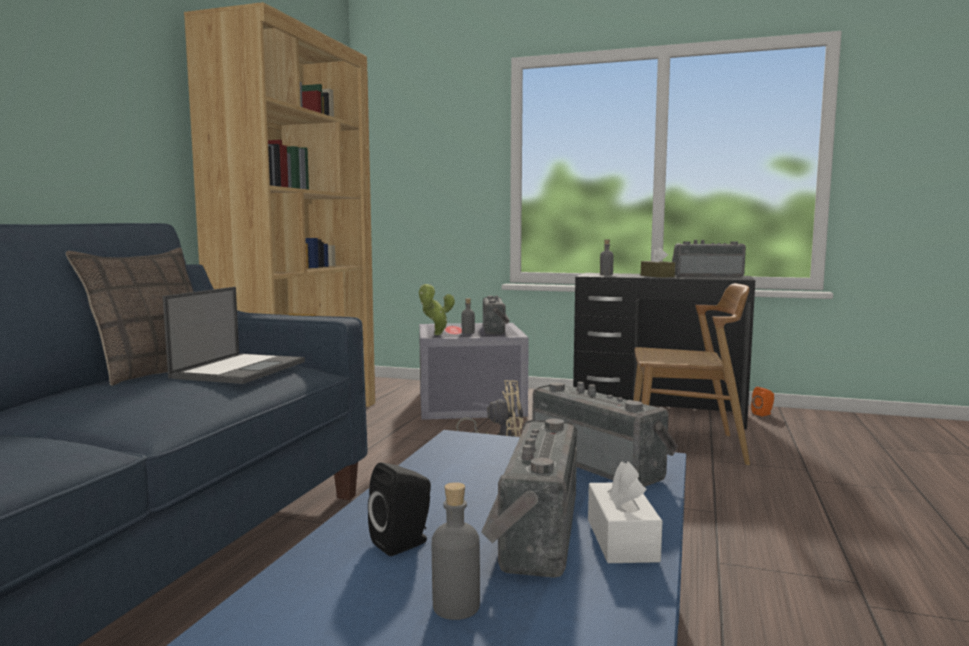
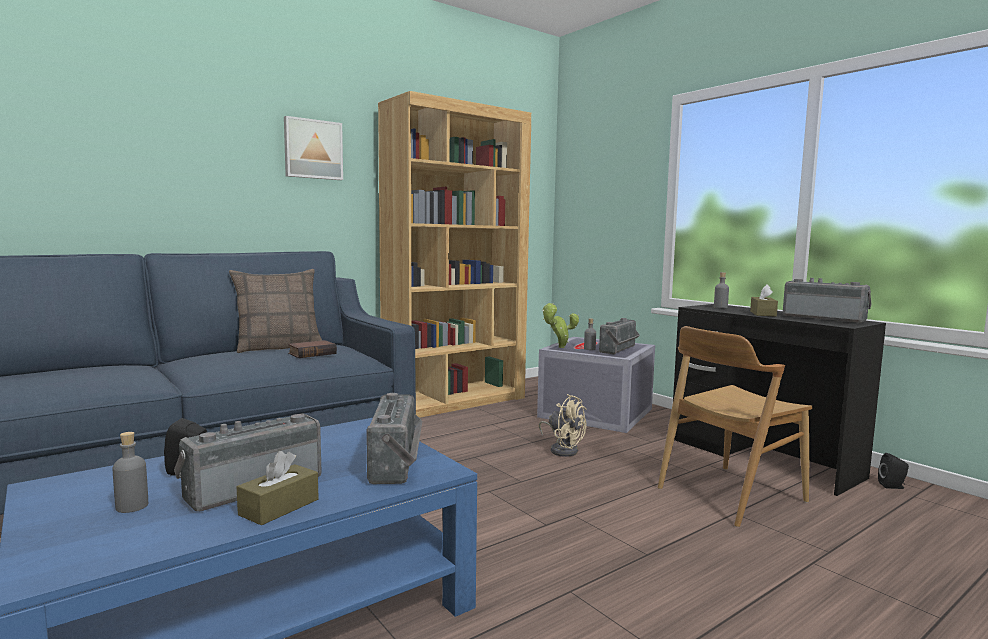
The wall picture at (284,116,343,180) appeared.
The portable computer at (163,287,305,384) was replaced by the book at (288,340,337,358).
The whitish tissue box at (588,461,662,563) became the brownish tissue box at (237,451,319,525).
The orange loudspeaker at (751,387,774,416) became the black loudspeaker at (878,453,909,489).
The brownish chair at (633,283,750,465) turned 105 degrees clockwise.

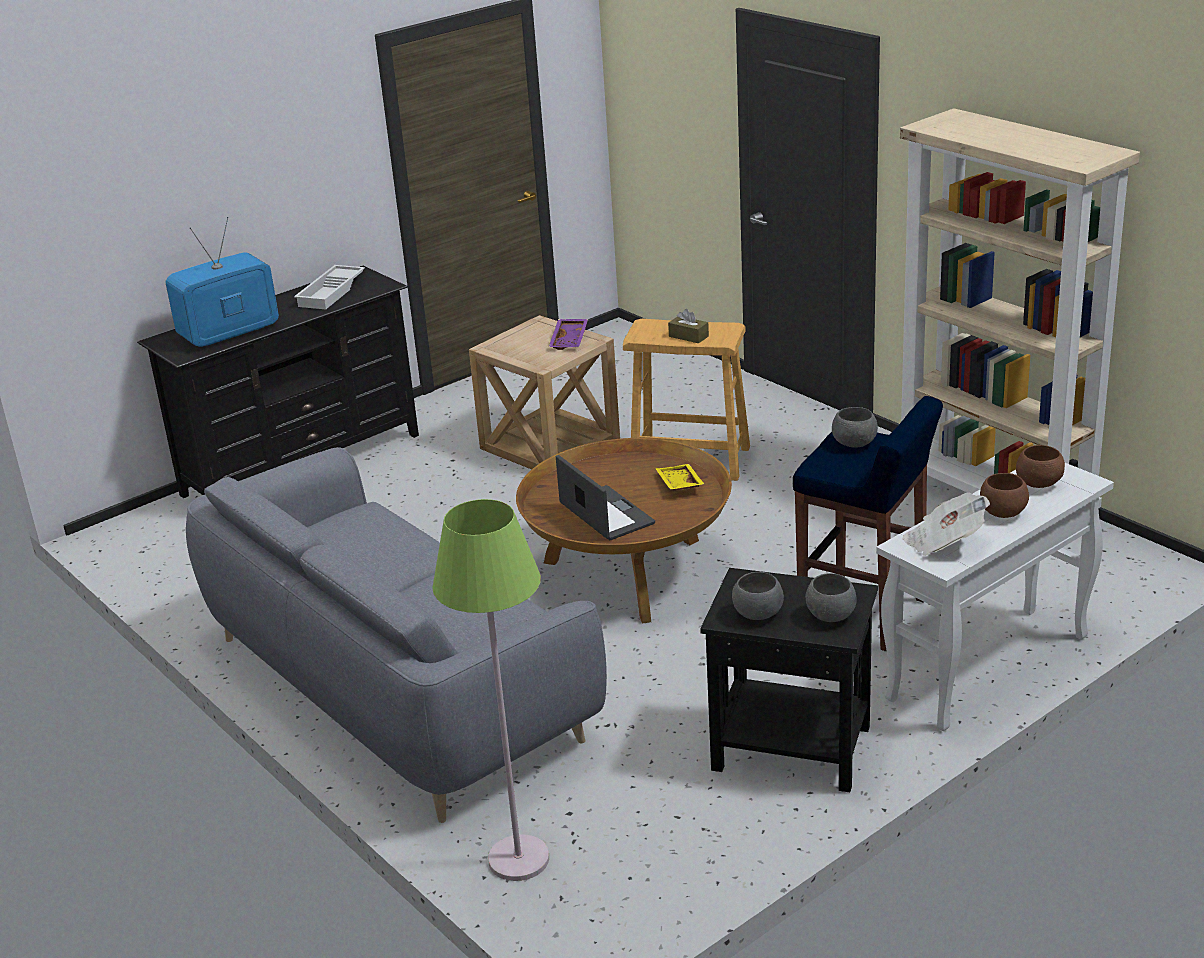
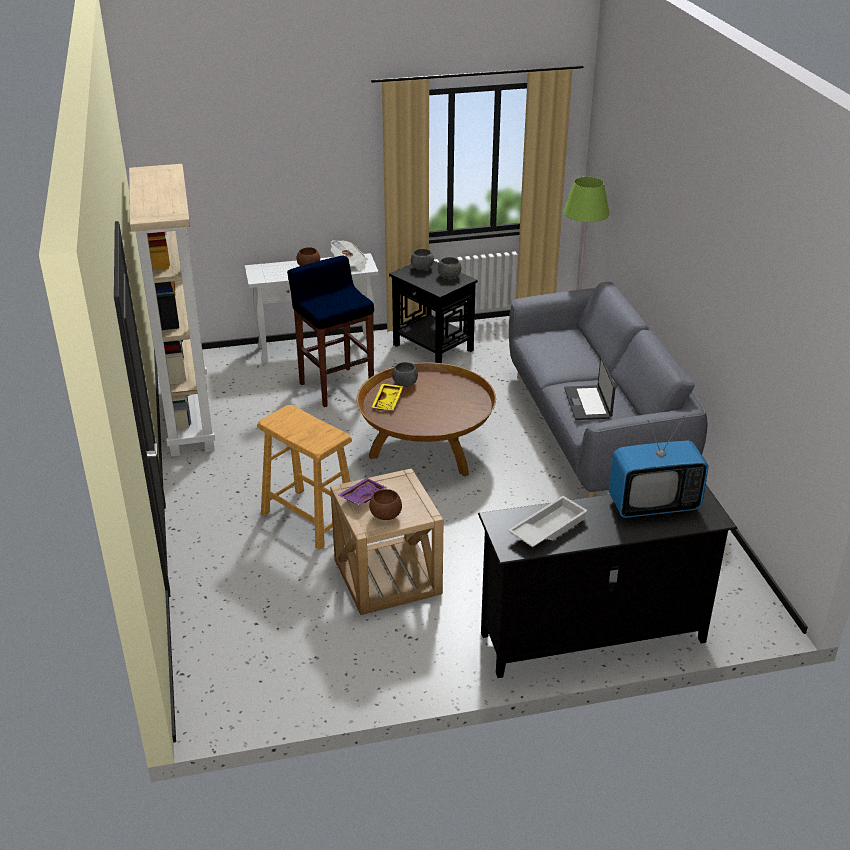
The brownish tissue box at (668,309,709,343) disappeared.
The portable computer moved from (556,455,655,540) to (564,356,616,420).
The greyish bowl moved from (832,407,878,448) to (392,362,418,387).
The brownish bowl moved from (1016,445,1065,488) to (369,489,402,520).

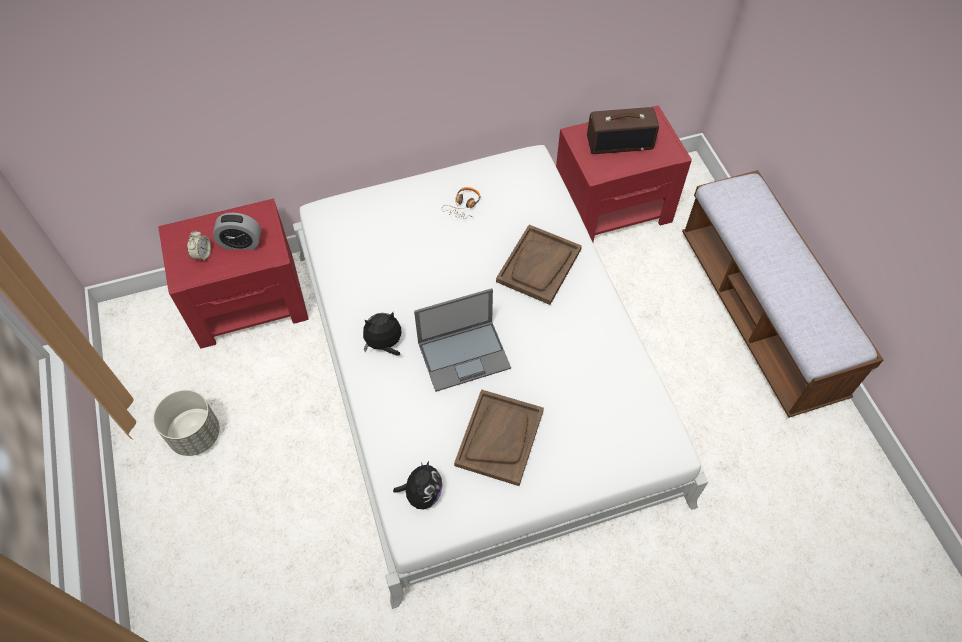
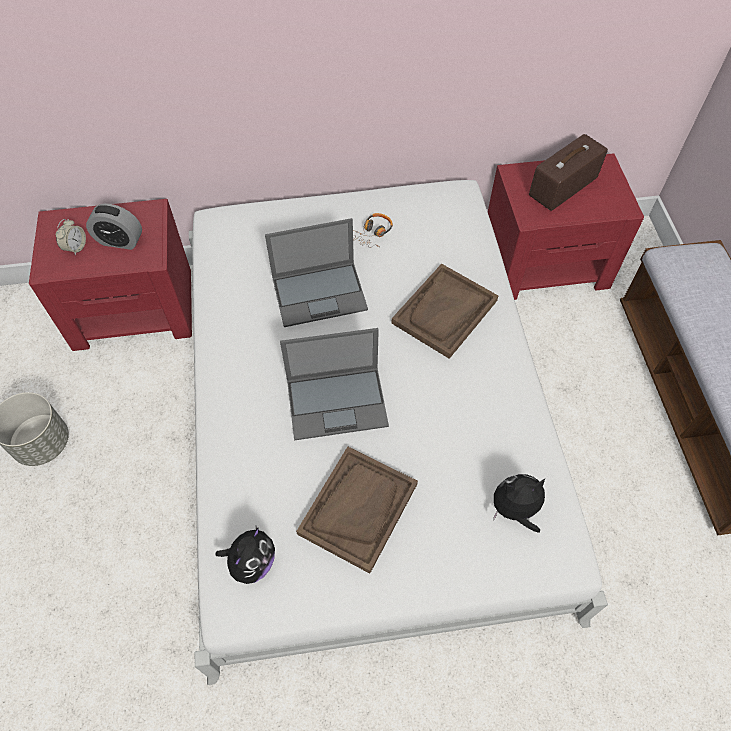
The portable computer at (265,218,368,327) appeared.
The cuddly toy moved from (363,312,401,355) to (493,474,545,533).
The radio at (587,107,659,154) turned 135 degrees clockwise.

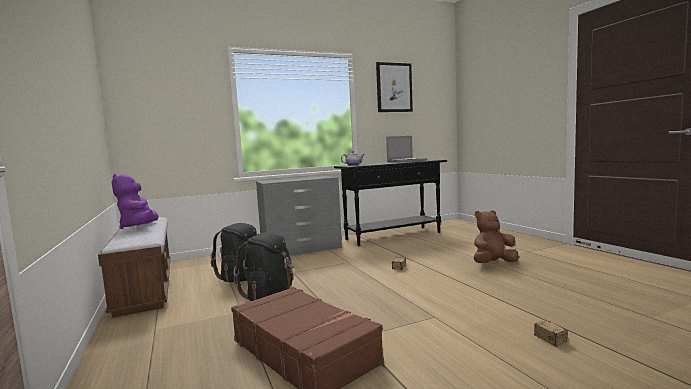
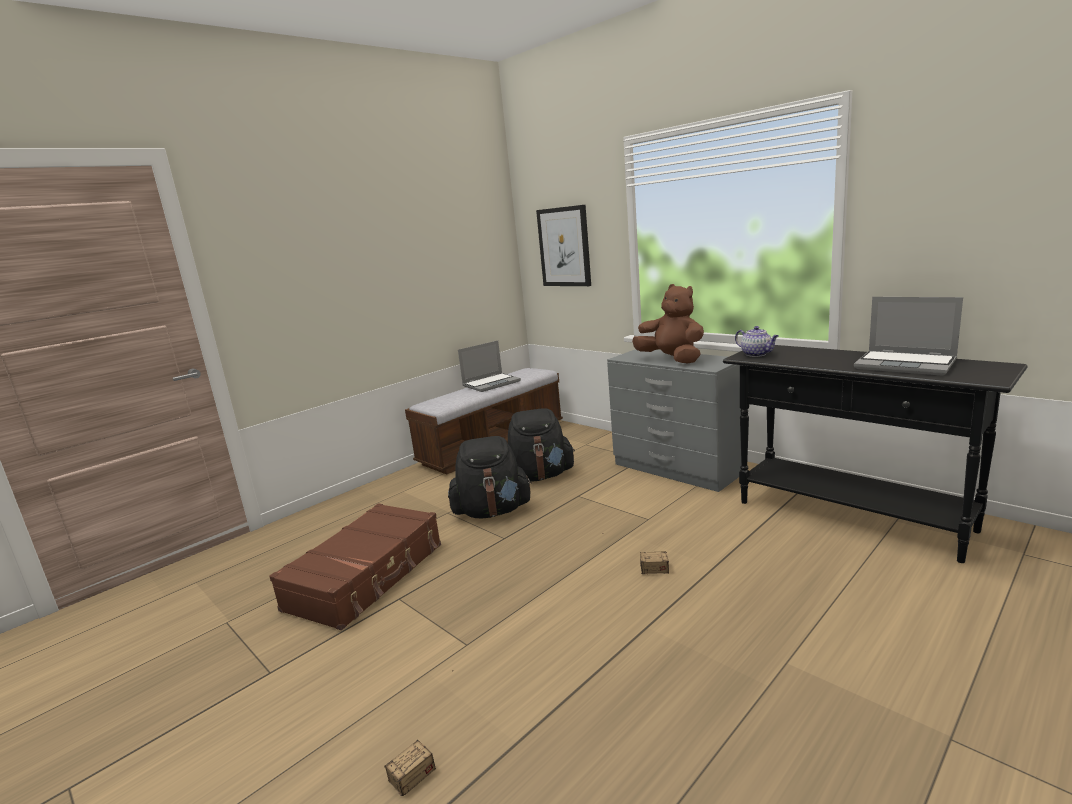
The wall picture moved from (376,62,413,112) to (536,205,591,286).
The brownish cuddly toy moved from (473,210,519,263) to (632,284,704,364).
The purple cuddly toy at (111,174,158,229) was replaced by the portable computer at (458,341,521,392).

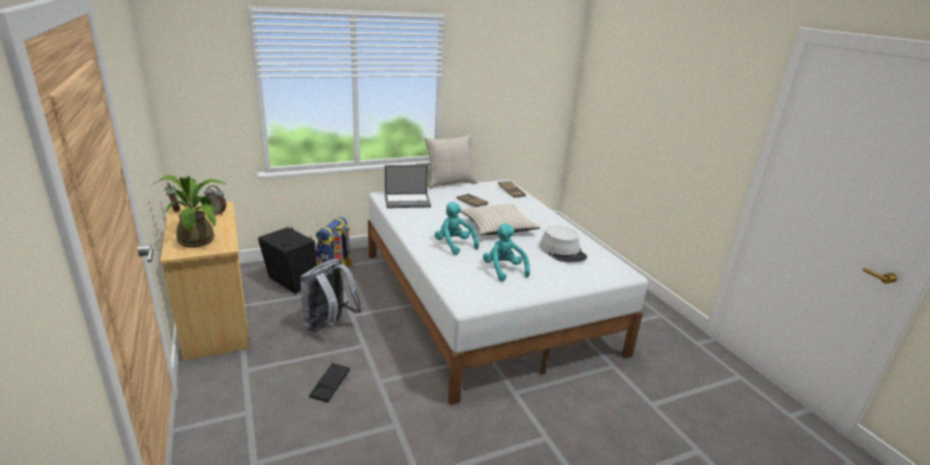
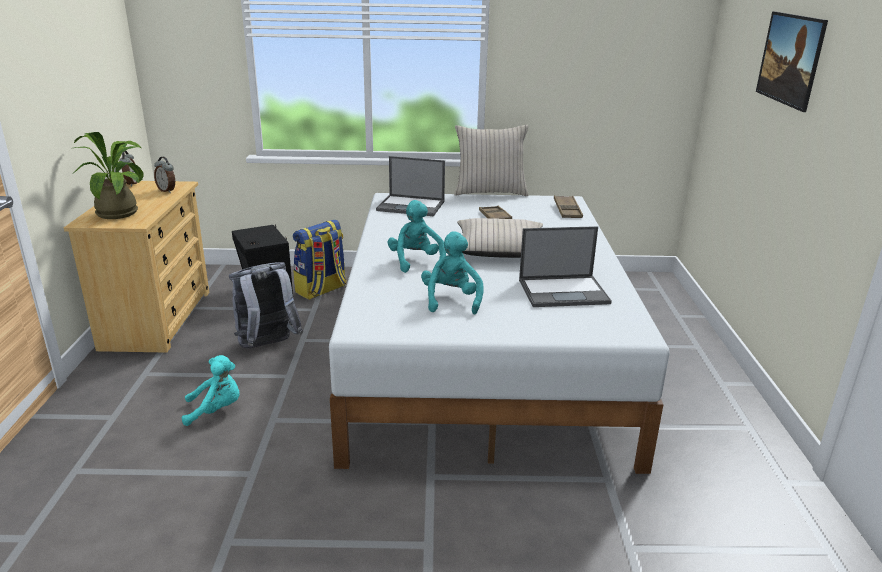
The wall picture at (756,11,828,112) appeared.
The black serving tray at (309,363,350,402) was replaced by the blue-green cuddly toy at (182,355,240,426).
The greyish hat at (540,226,587,262) was replaced by the portable computer at (519,226,612,307).

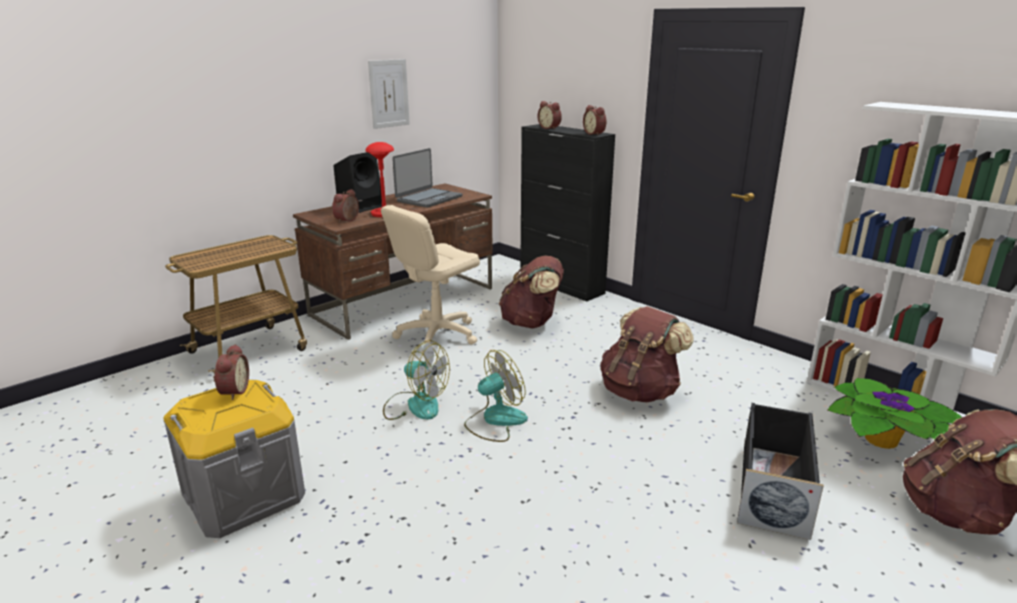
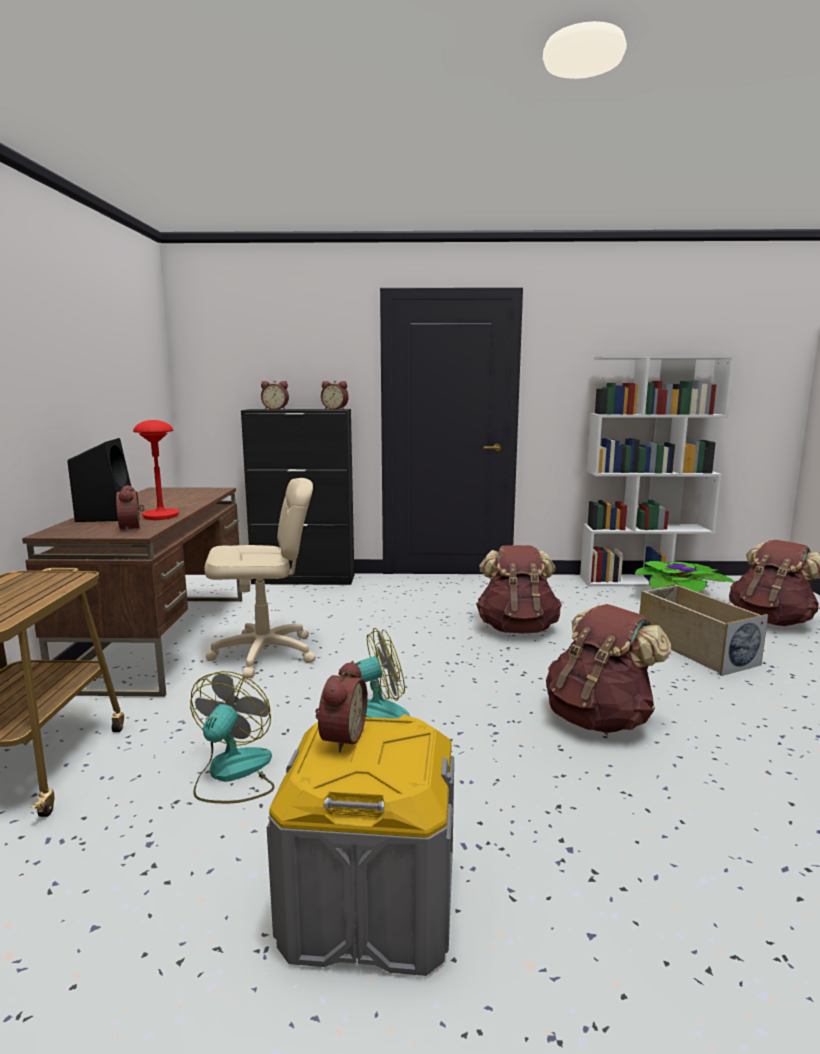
The wall picture at (368,59,410,129) disappeared.
The portable computer at (392,148,463,208) disappeared.
The cooling fan moved from (464,350,528,442) to (190,671,275,803).
The brownish rucksack moved from (499,256,564,329) to (546,604,671,733).
The black storage bin at (737,403,823,540) became the sand-coloured storage bin at (639,585,768,676).
The bedside clock at (213,344,249,400) turned 60 degrees clockwise.
The sand-coloured computer chair at (381,205,480,353) turned 105 degrees counterclockwise.

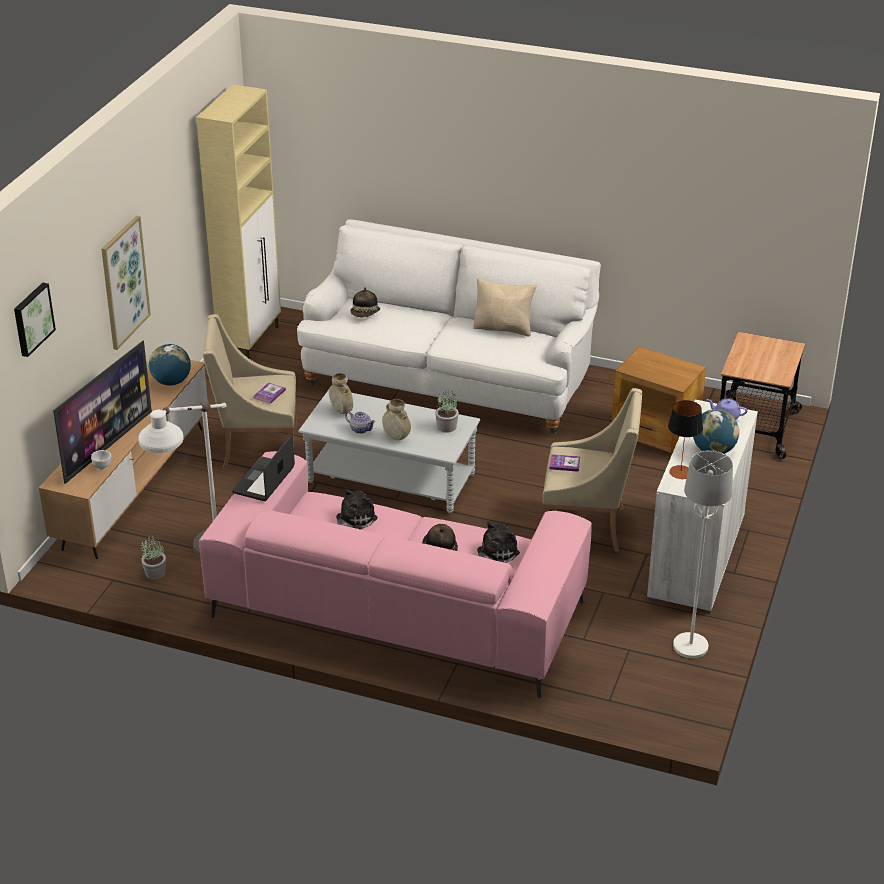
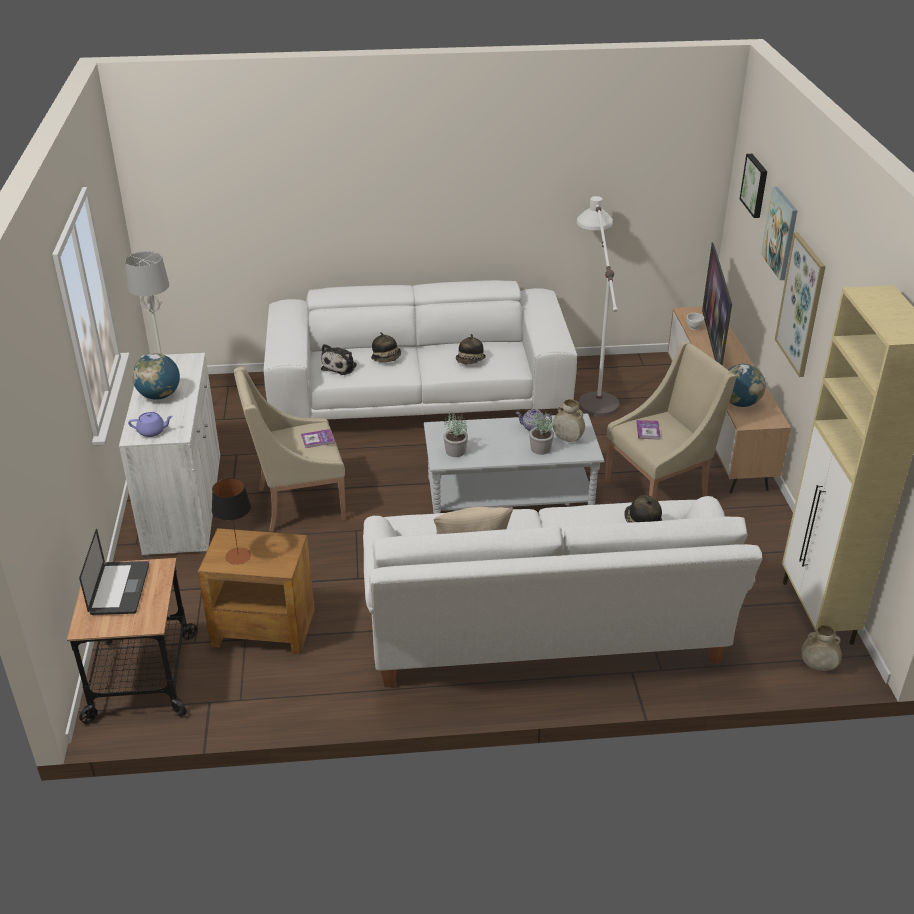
The wall picture at (761,187,797,280) appeared.
The potted plant moved from (141,536,166,580) to (529,412,554,455).
The portable computer moved from (232,434,295,501) to (79,529,149,615).
The sand-coloured flower vase moved from (382,399,411,440) to (801,625,842,671).
The table lamp moved from (668,400,703,479) to (212,478,251,565).
The cuddly toy at (336,489,377,530) was replaced by the hat at (456,334,486,364).
The pinkish sofa at (199,451,592,699) became the whitish sofa at (264,280,577,420).

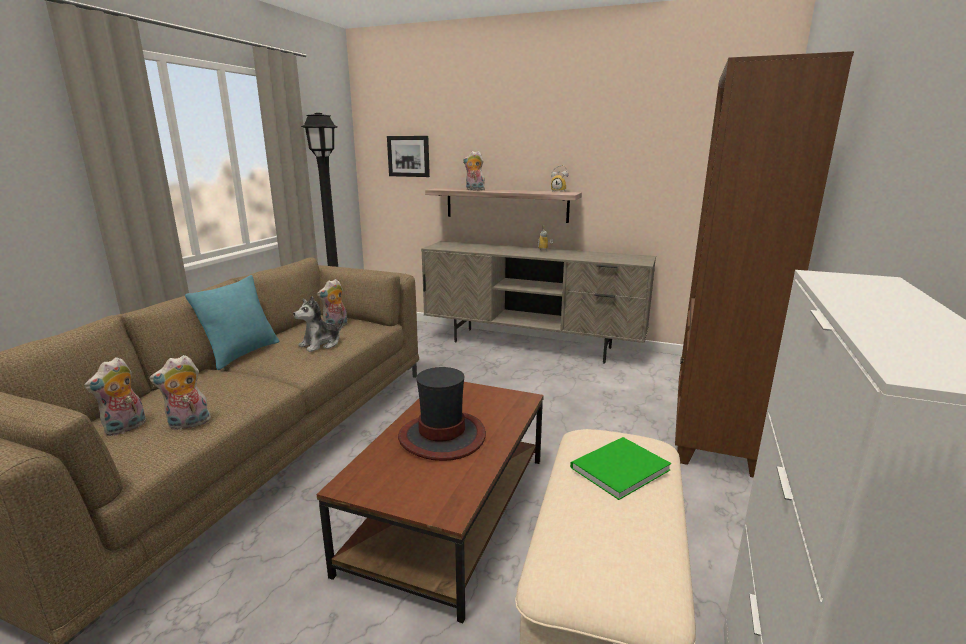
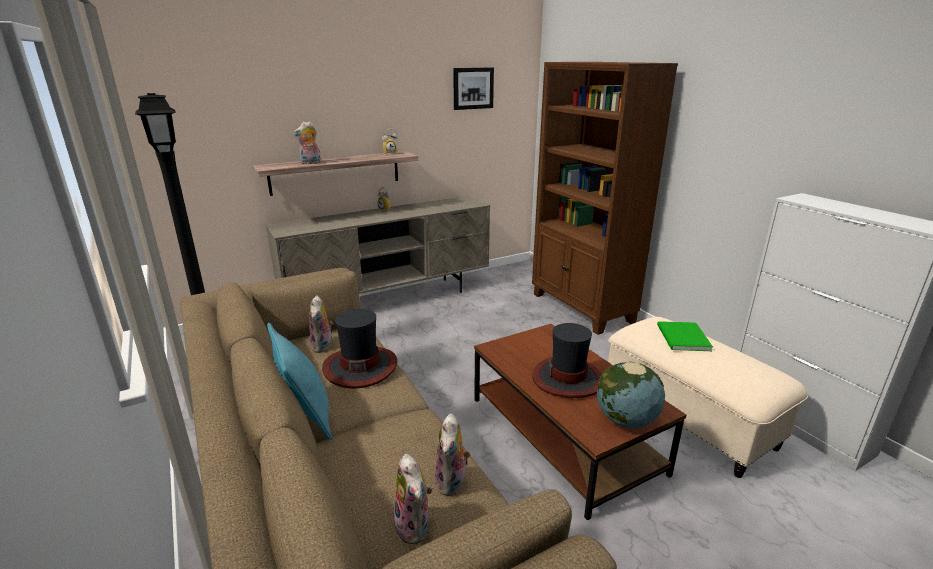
The world globe at (597,362,665,428) appeared.
The wall picture moved from (387,136,430,177) to (453,68,494,110).
The cuddly toy at (293,296,344,352) was replaced by the hat at (322,309,397,388).

